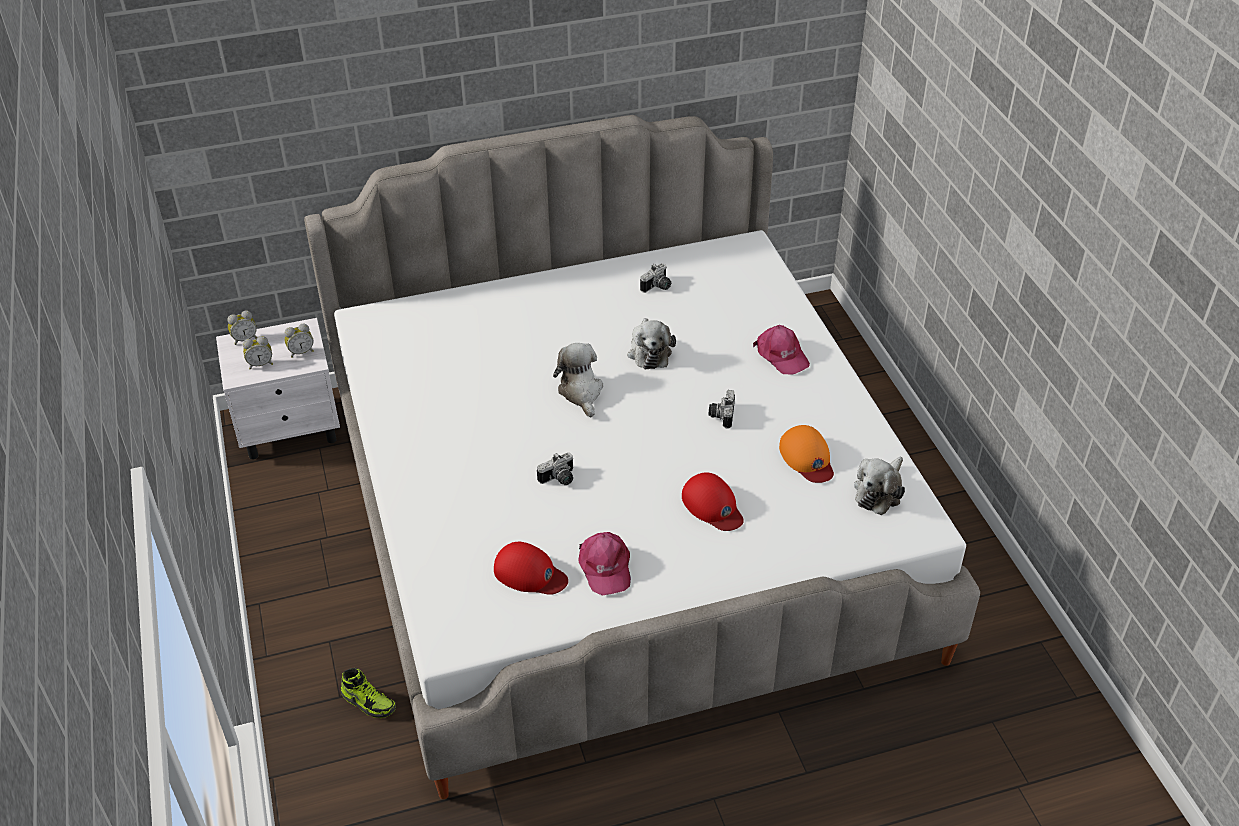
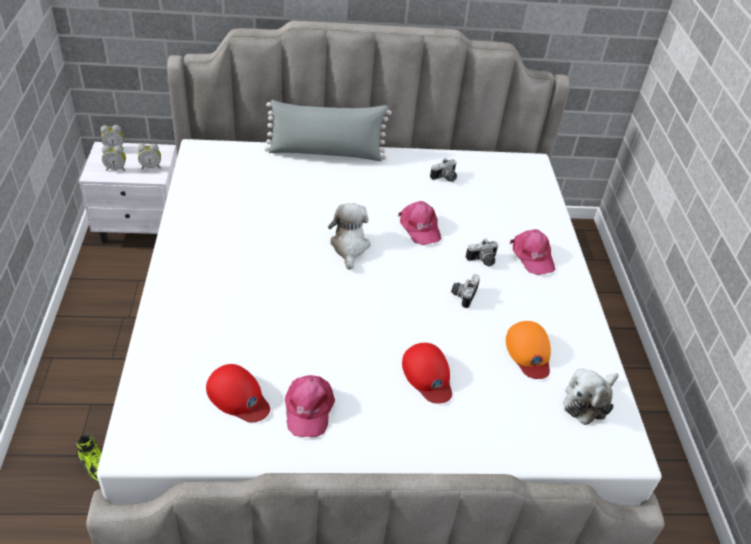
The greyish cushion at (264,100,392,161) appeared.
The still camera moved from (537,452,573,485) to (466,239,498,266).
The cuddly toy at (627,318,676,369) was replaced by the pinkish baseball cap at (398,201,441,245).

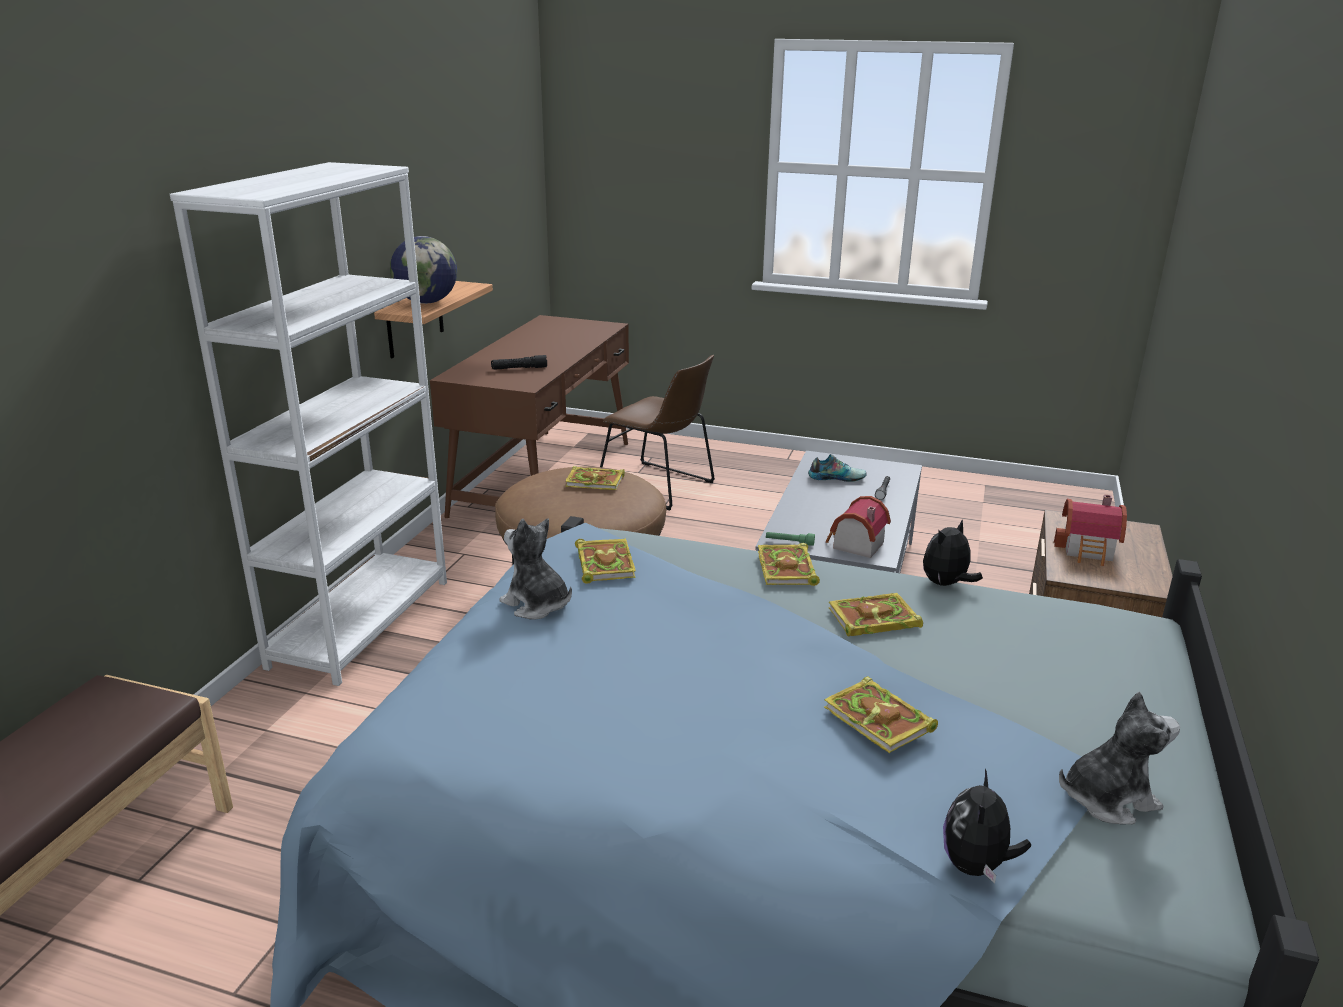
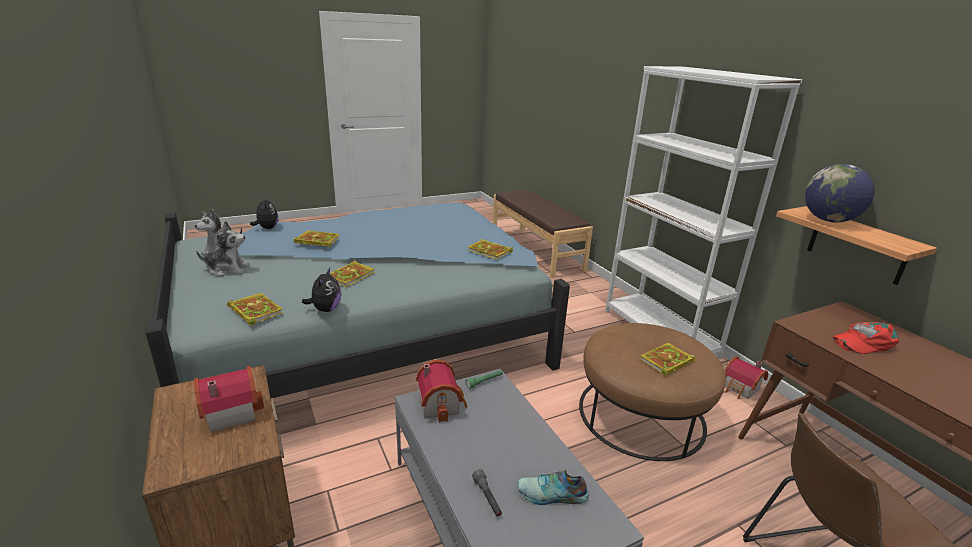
The model house at (725,356,768,399) appeared.
The cuddly toy moved from (499,518,572,619) to (196,221,250,276).
The book moved from (758,543,820,586) to (227,293,283,326).
The black torch at (491,355,547,370) was replaced by the red-coloured baseball cap at (833,322,899,354).
The item of footwear at (808,454,866,482) turned 45 degrees clockwise.

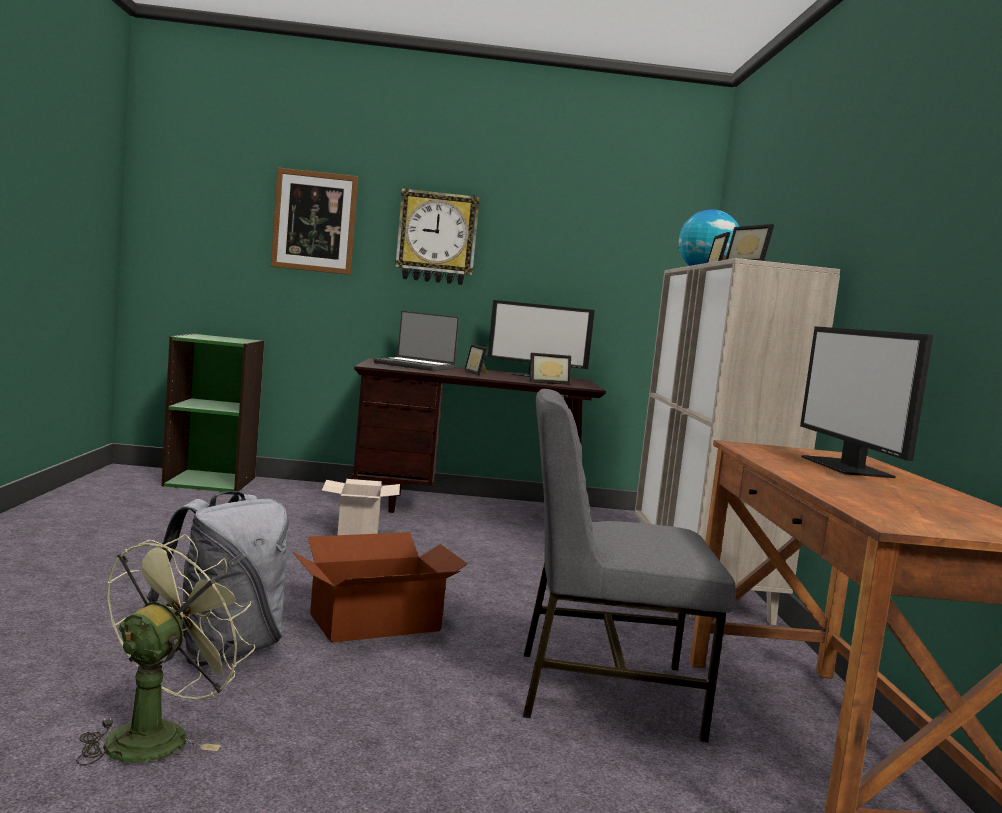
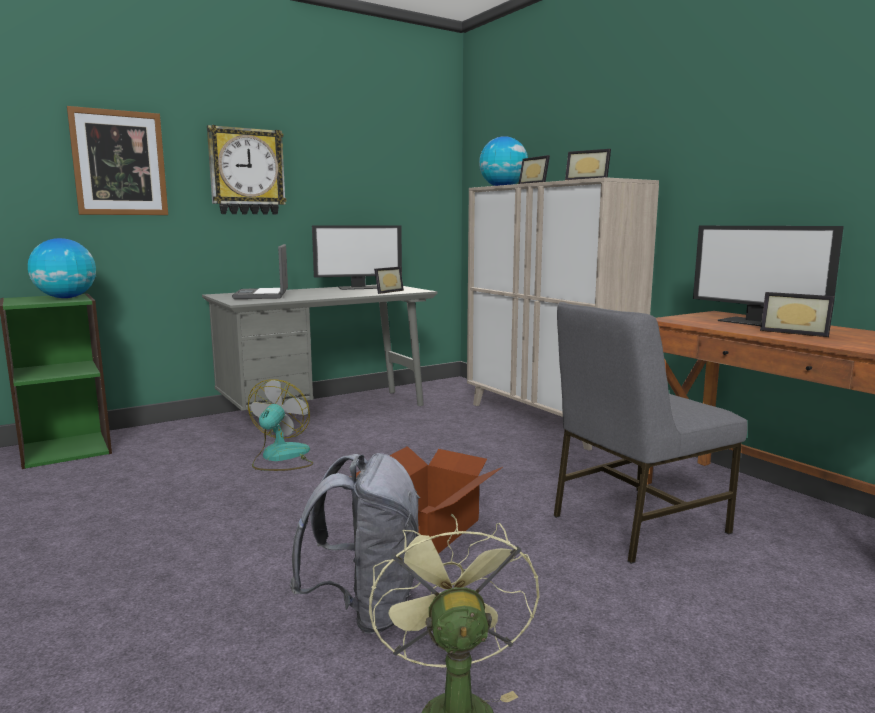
The world globe at (28,238,96,298) appeared.
The picture frame moved from (464,344,487,376) to (760,292,835,337).
The carton at (322,479,400,535) was replaced by the cooling fan at (248,379,313,471).
The brownish desk table at (352,358,606,513) became the greyish desk table at (202,285,438,432).
The portable computer at (374,311,460,371) turned 90 degrees clockwise.

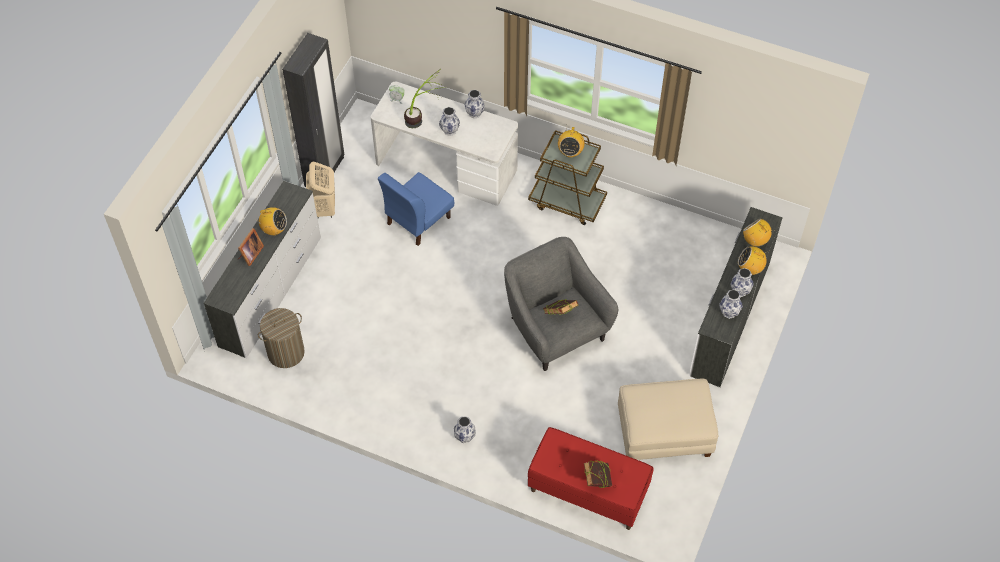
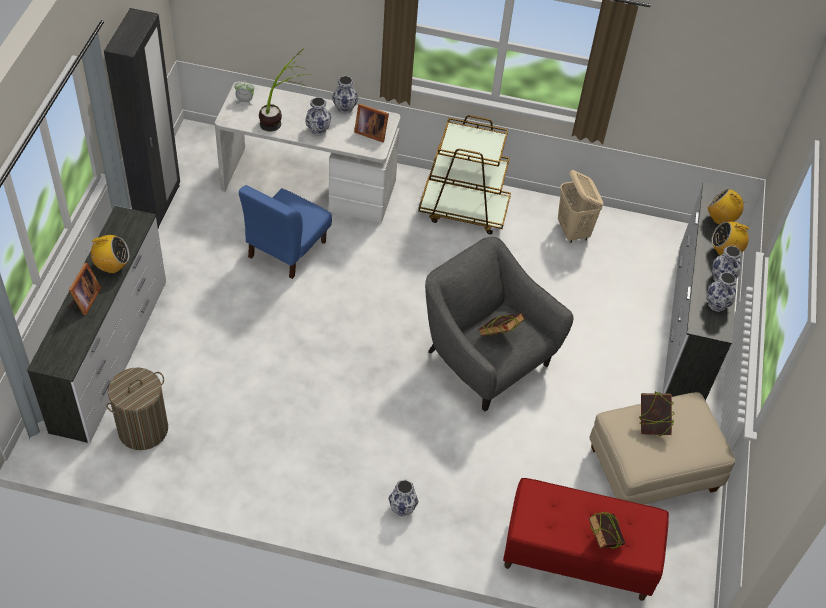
The radio at (558,126,585,158) disappeared.
The picture frame at (354,103,389,142) appeared.
The book at (639,391,674,436) appeared.
The sand-coloured laundry basket moved from (306,162,335,219) to (558,170,603,243).

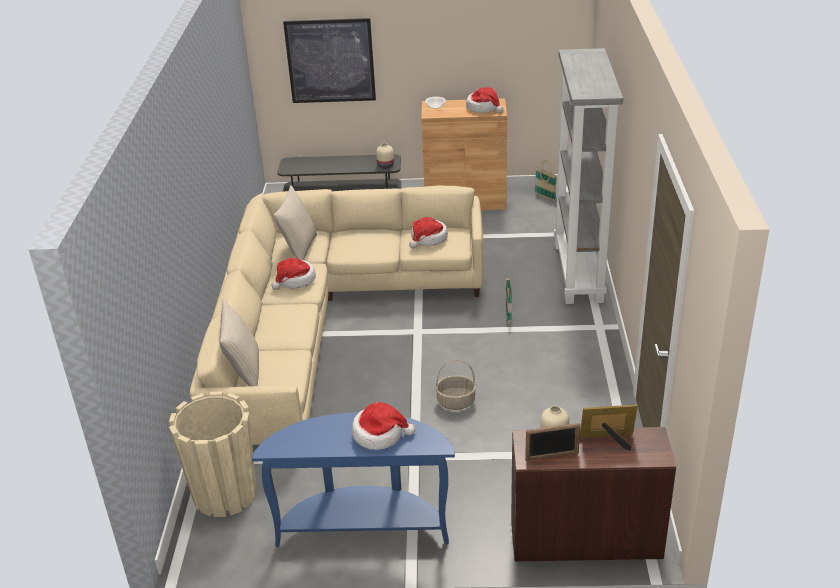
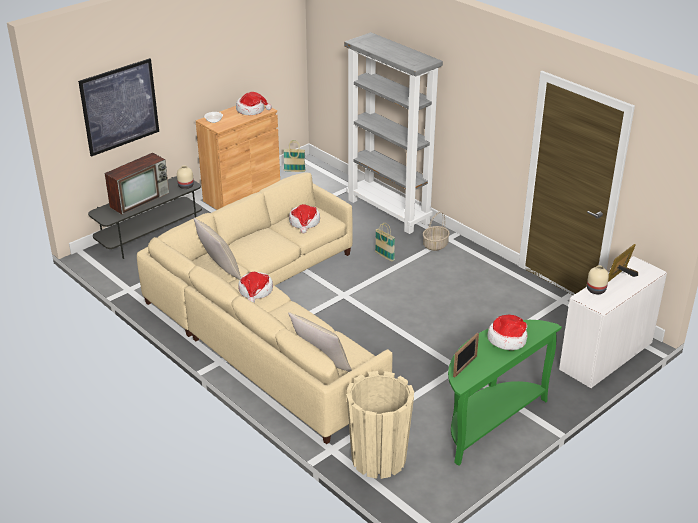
The TV set at (105,153,169,215) appeared.
The storage basket moved from (435,360,476,410) to (423,212,450,251).
The picture frame moved from (525,423,580,461) to (453,333,479,378).
The blue hall table at (252,412,455,547) became the greenish hall table at (448,320,562,466).
The brownish desk table at (511,427,676,562) became the whitish desk table at (559,256,667,388).

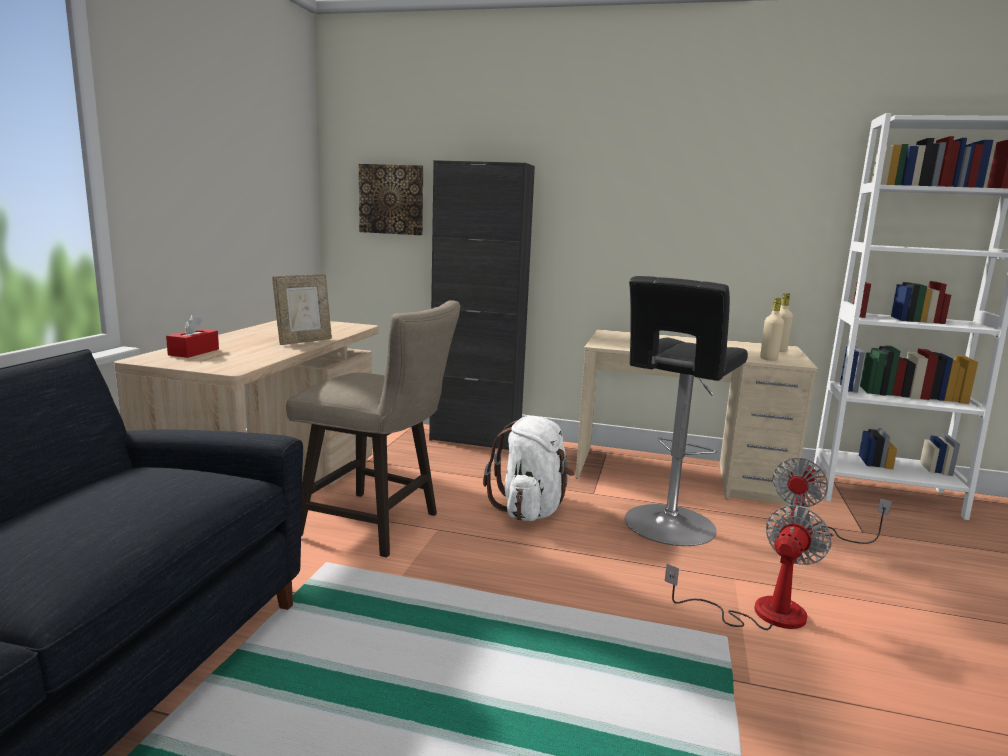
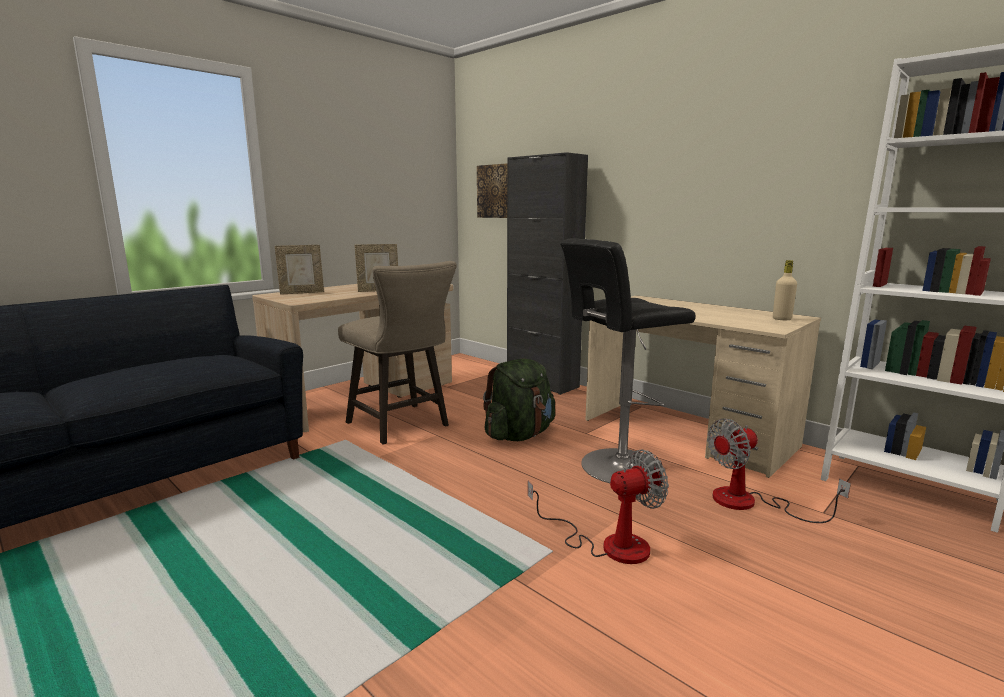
The sand-coloured drink bottle at (760,298,784,361) disappeared.
The red-coloured tissue box at (166,314,219,358) was replaced by the picture frame at (275,245,324,295).
The whitish rucksack at (483,416,575,521) became the greenish rucksack at (483,358,555,441).

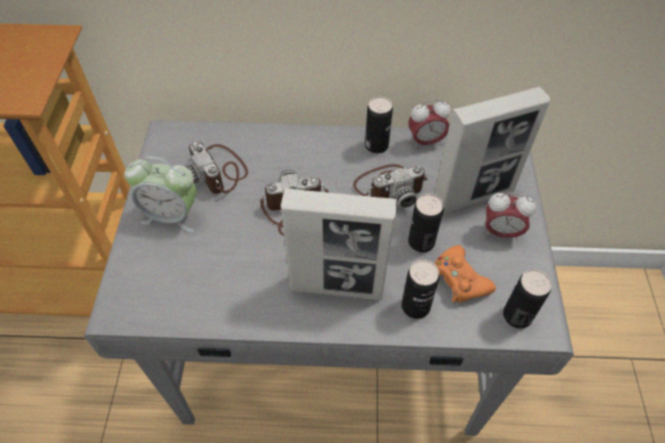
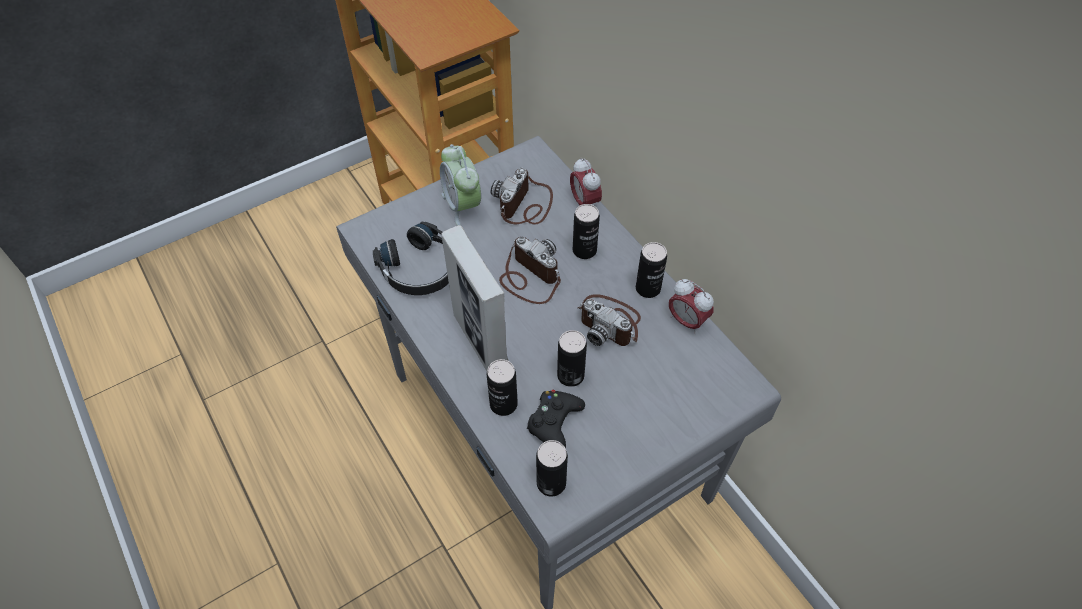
The picture frame at (434,87,550,214) disappeared.
The black headset at (373,221,449,295) appeared.
The metal can at (573,204,600,259) appeared.
The bedside clock moved from (485,192,536,241) to (570,158,602,205).
The orange joypad at (434,245,496,302) became the black joypad at (527,390,585,449).

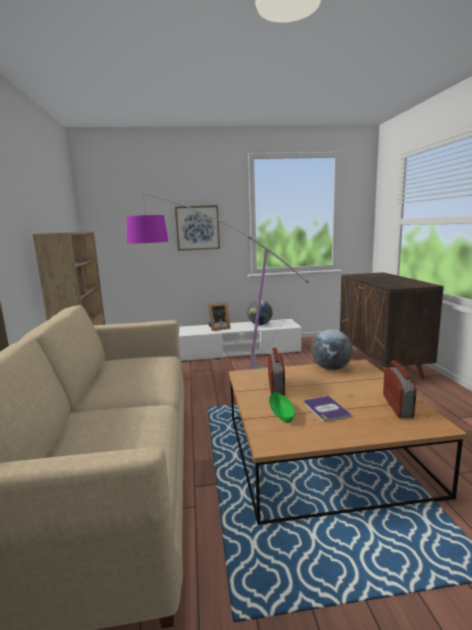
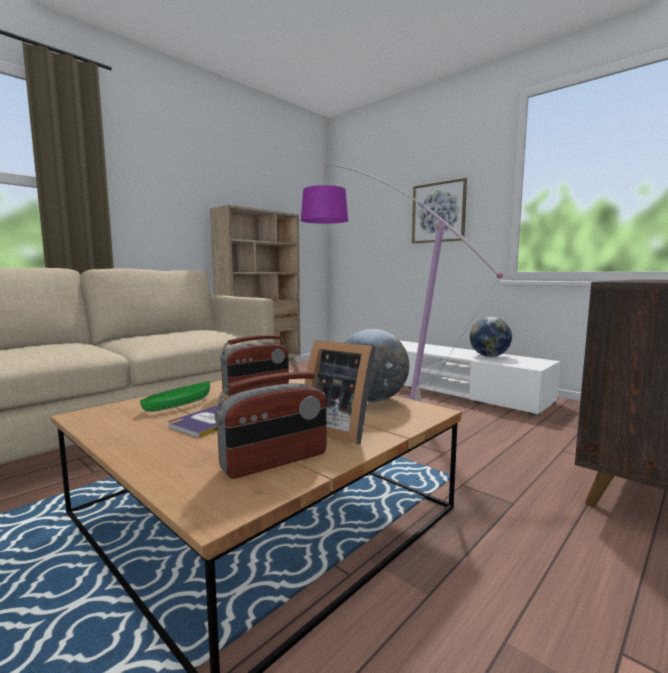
The picture frame moved from (208,302,231,331) to (305,340,376,444).

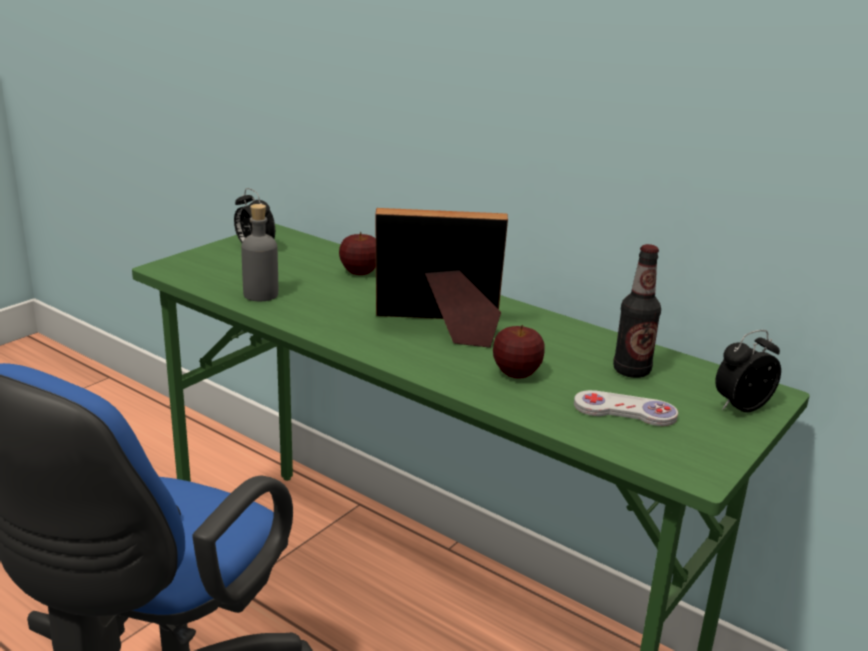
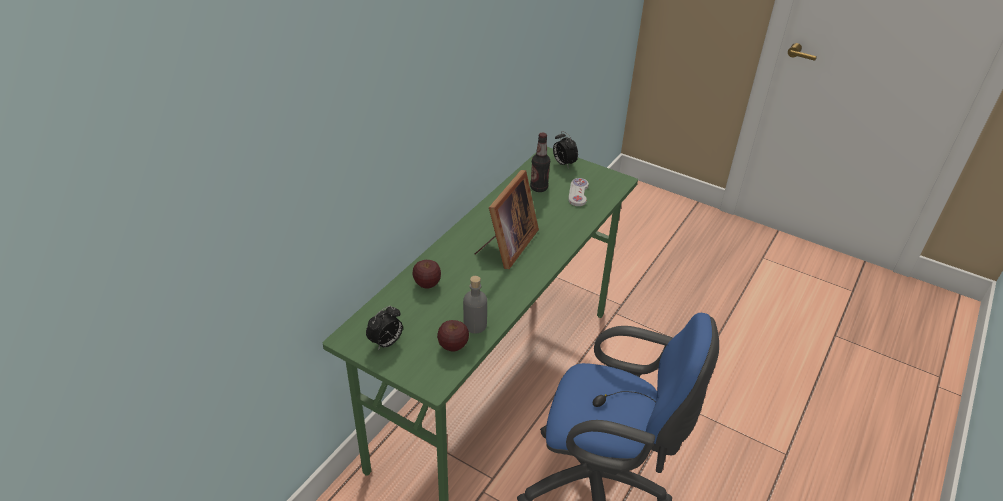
The apple moved from (493,325,545,379) to (437,320,469,351).
The picture frame at (375,208,508,348) turned 150 degrees counterclockwise.

